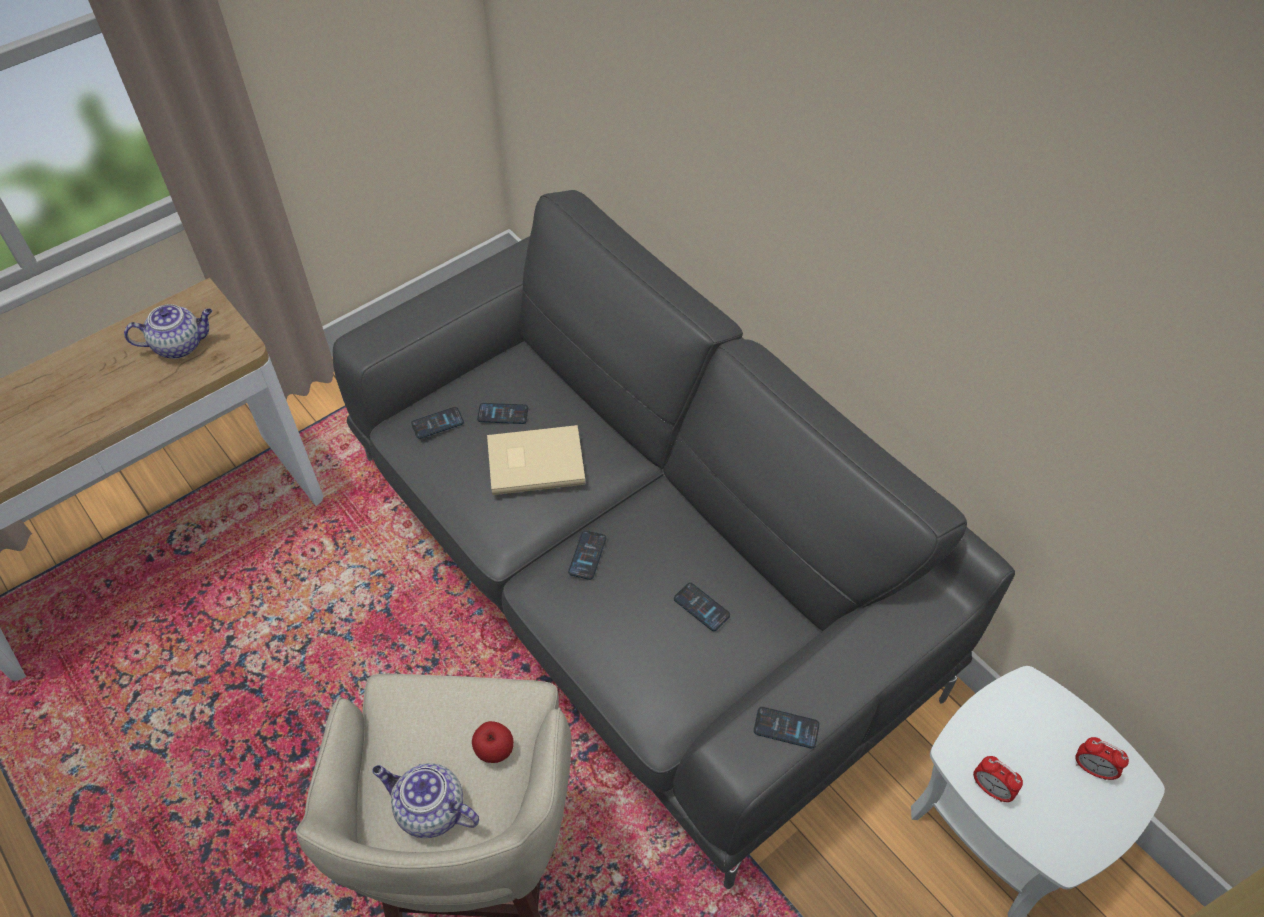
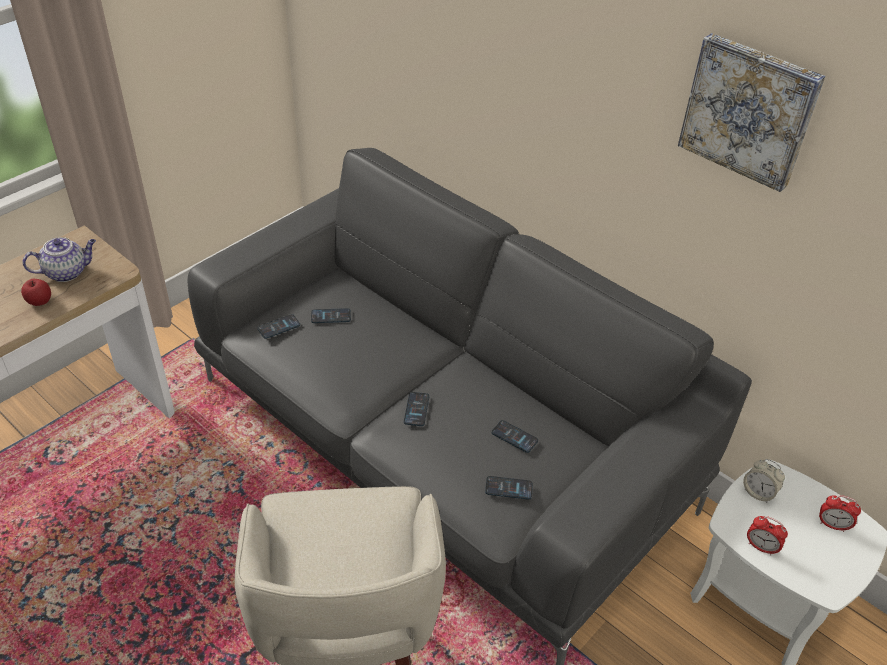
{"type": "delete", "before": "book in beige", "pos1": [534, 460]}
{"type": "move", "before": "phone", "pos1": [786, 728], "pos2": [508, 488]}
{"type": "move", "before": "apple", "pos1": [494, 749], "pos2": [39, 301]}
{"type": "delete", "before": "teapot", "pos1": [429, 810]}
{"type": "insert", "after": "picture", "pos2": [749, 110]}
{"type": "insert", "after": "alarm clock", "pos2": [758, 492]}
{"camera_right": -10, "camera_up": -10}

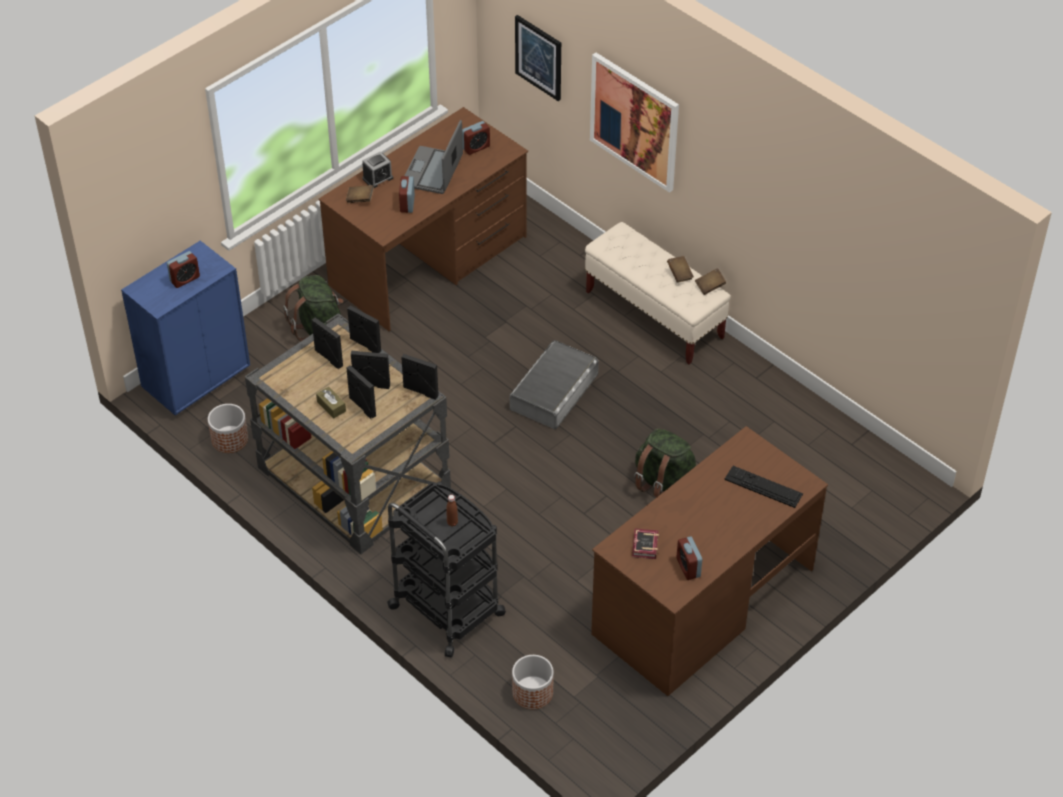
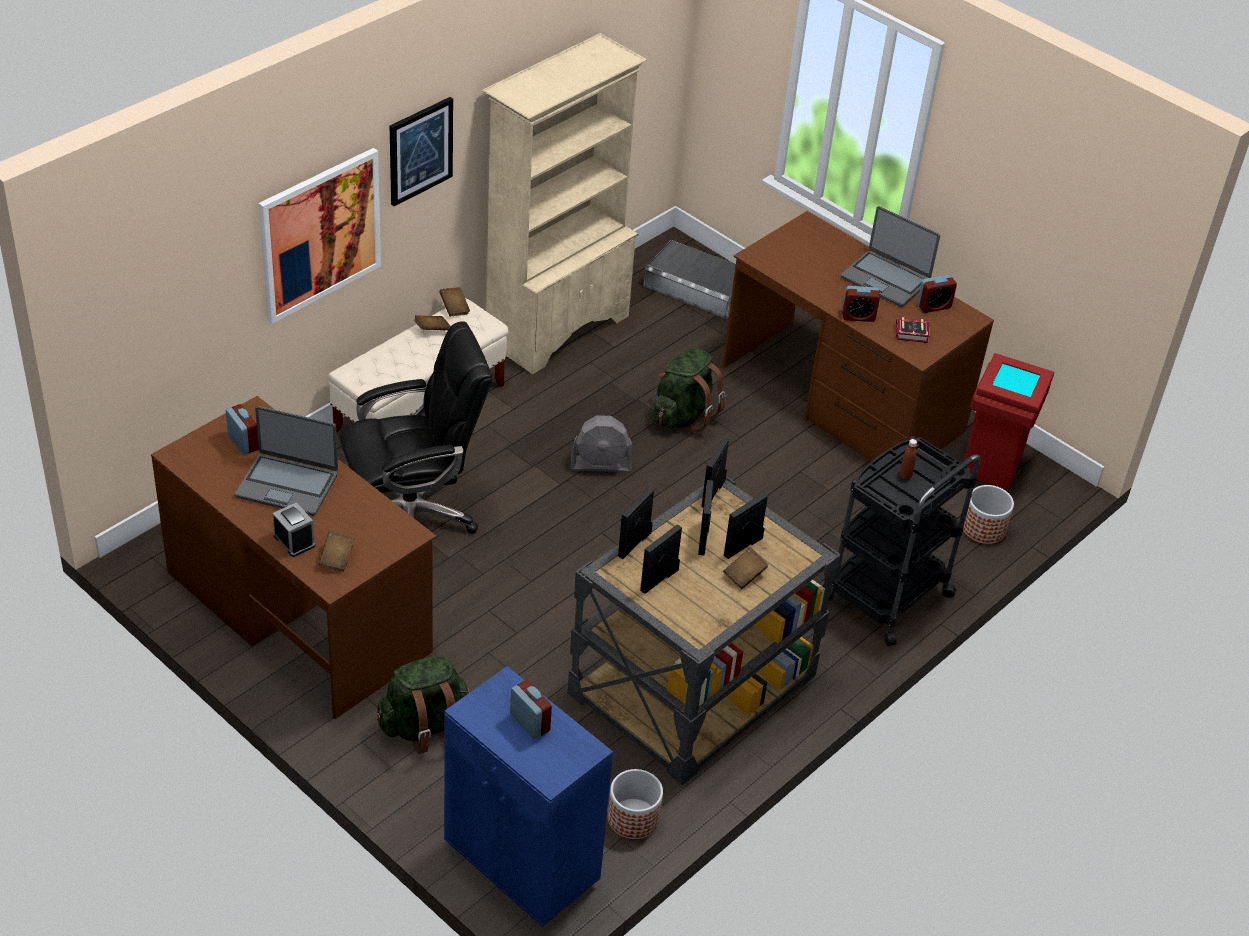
{"type": "move", "before": "picture", "pos1": [539, 57], "pos2": [420, 150]}
{"type": "move", "before": "alarm clock", "pos1": [407, 204], "pos2": [858, 316]}
{"type": "move", "before": "storage box in grey", "pos1": [554, 391], "pos2": [697, 288]}
{"type": "replace", "before": "tissue box in brown", "after": "book in brown", "pos1": [331, 406], "pos2": [744, 575]}
{"type": "delete", "before": "keyboard", "pos1": [763, 486]}
{"type": "insert", "after": "bookcase in beige", "pos2": [557, 327]}
{"type": "insert", "after": "laptop", "pos2": [885, 279]}
{"type": "insert", "after": "office chair in black", "pos2": [412, 514]}
{"type": "insert", "after": "trash can in red", "pos2": [991, 468]}
{"type": "insert", "after": "fan in grey", "pos2": [601, 464]}
{"camera_right": -95, "camera_up": -5}

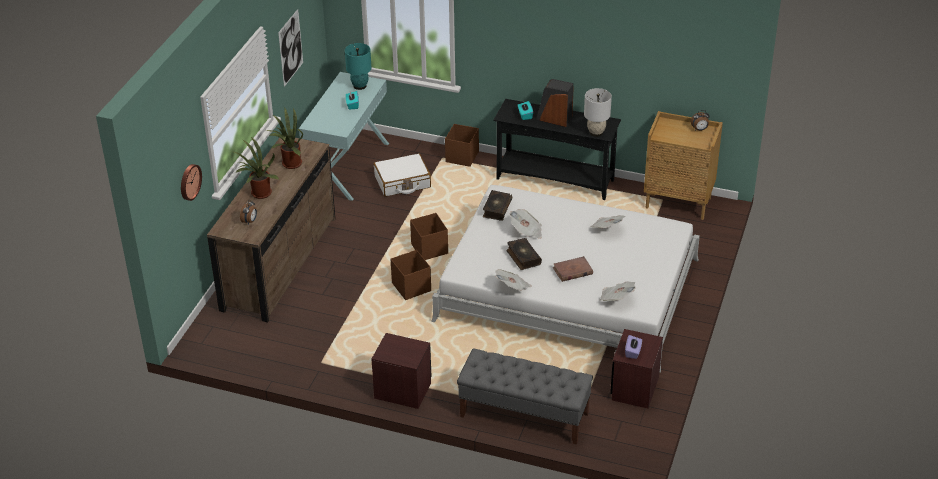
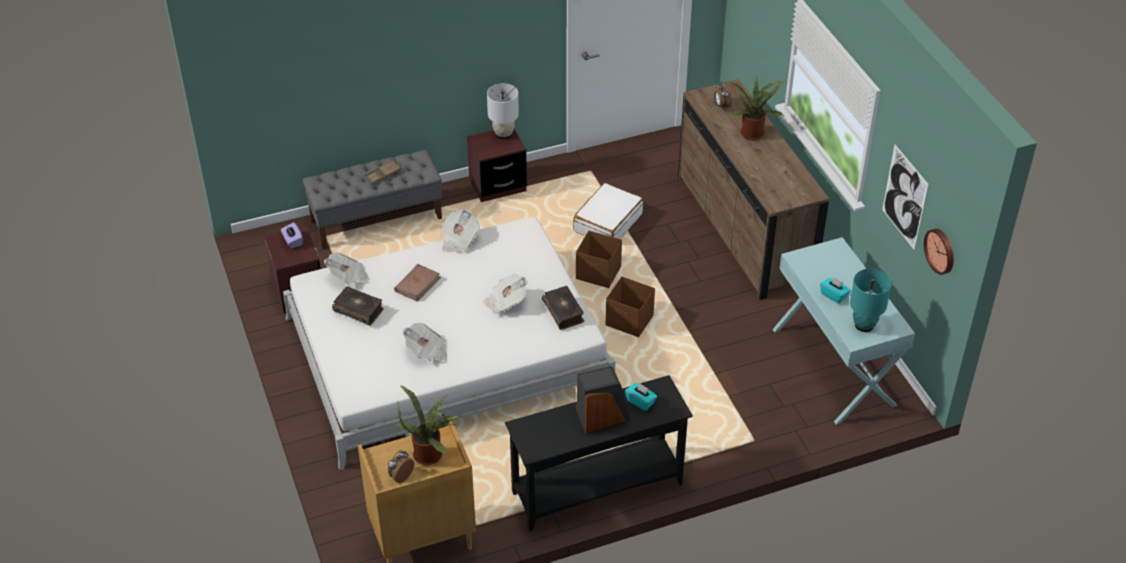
{"type": "move", "before": "table lamp in white", "pos1": [596, 132], "pos2": [503, 134]}
{"type": "move", "before": "potted plant", "pos1": [289, 164], "pos2": [430, 454]}
{"type": "delete", "before": "storage box in brown", "pos1": [461, 157]}
{"type": "move", "before": "suitcase in white", "pos1": [402, 182], "pos2": [607, 222]}
{"type": "move", "before": "wall clock", "pos1": [189, 182], "pos2": [941, 250]}
{"type": "move", "before": "book", "pos1": [523, 257], "pos2": [359, 310]}
{"type": "insert", "after": "tray in brown", "pos2": [383, 174]}
{"camera_right": 140, "camera_up": 5}

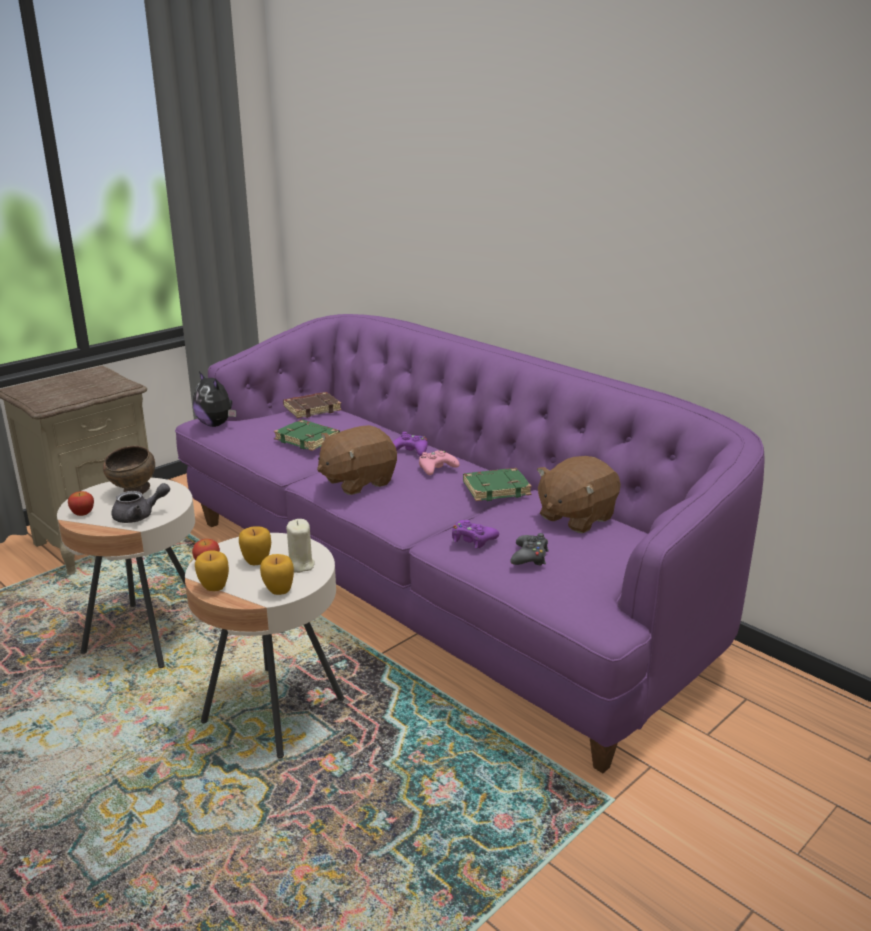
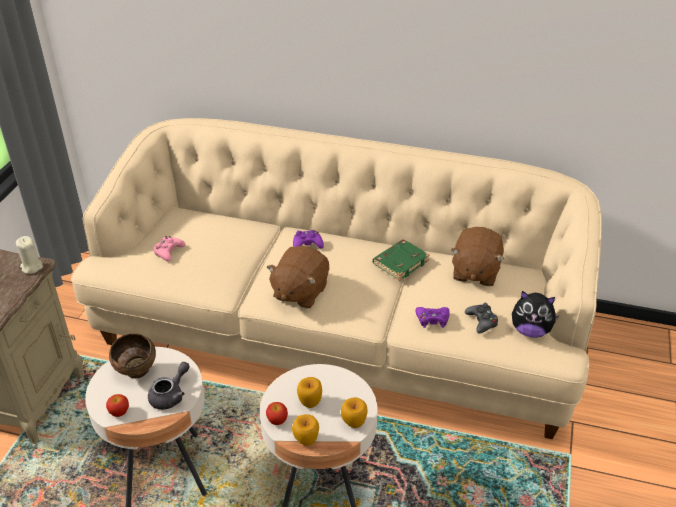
{"type": "recolor", "before": "sofa in purple", "after": "sofa in beige", "pos1": [435, 585], "pos2": [338, 334]}
{"type": "move", "before": "plush toy", "pos1": [216, 424], "pos2": [530, 331]}
{"type": "delete", "before": "book in brown", "pos1": [312, 409]}
{"type": "delete", "before": "book in green", "pos1": [308, 439]}
{"type": "move", "before": "game controller in pink", "pos1": [437, 468], "pos2": [168, 251]}
{"type": "move", "before": "candle in beige", "pos1": [300, 565], "pos2": [31, 267]}
{"camera_right": -30, "camera_up": 15}

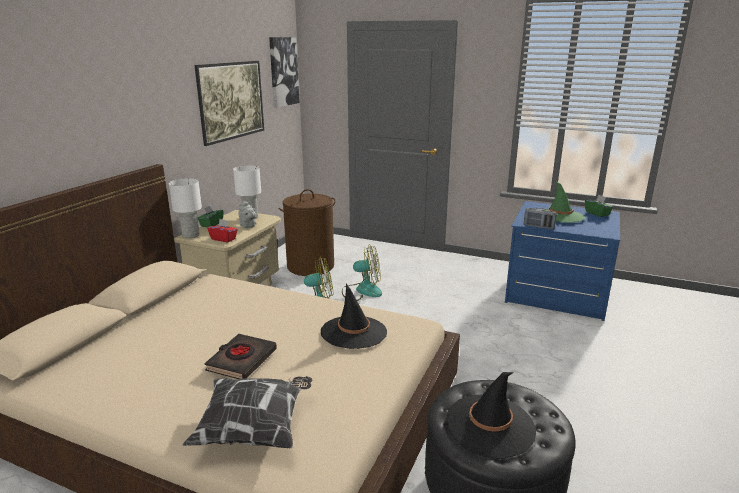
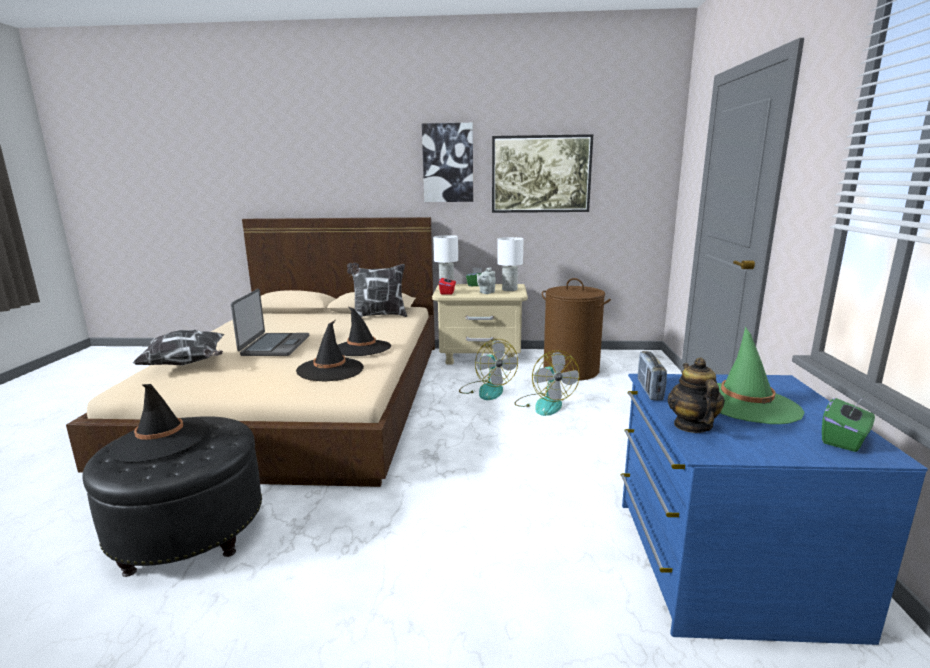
{"type": "move", "before": "picture", "pos1": [283, 71], "pos2": [448, 163]}
{"type": "replace", "before": "book in black", "after": "laptop", "pos1": [241, 360], "pos2": [274, 346]}
{"type": "insert", "after": "pillow", "pos2": [378, 316]}
{"type": "insert", "after": "hat in black", "pos2": [361, 348]}
{"type": "insert", "after": "teapot", "pos2": [692, 425]}
{"camera_right": 70, "camera_up": -5}

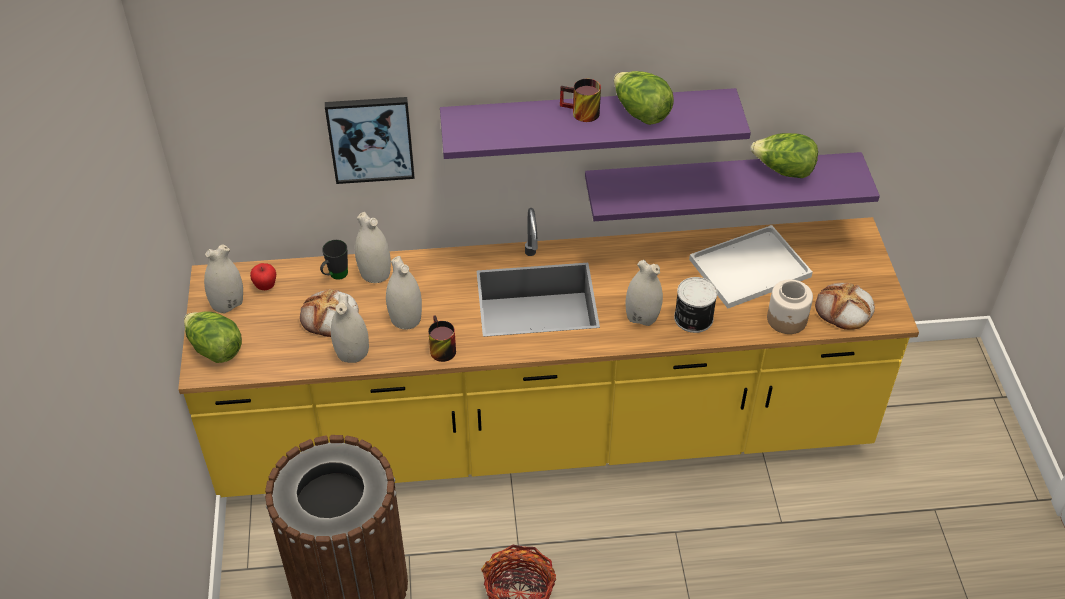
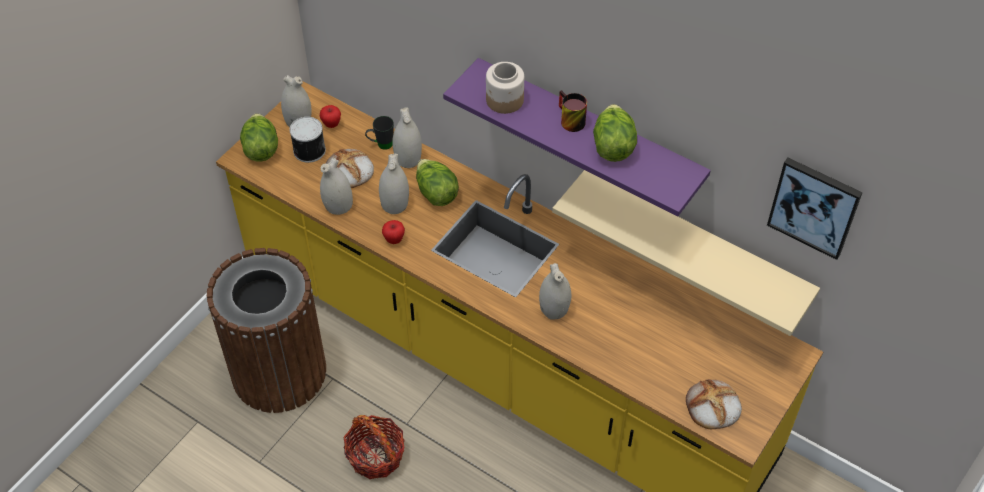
{"type": "move", "before": "picture", "pos1": [370, 138], "pos2": [814, 206]}
{"type": "move", "before": "lettuce", "pos1": [783, 171], "pos2": [436, 193]}
{"type": "recolor", "before": "shelf in purple", "after": "shelf in beige", "pos1": [721, 183], "pos2": [694, 244]}
{"type": "delete", "before": "tray in white", "pos1": [751, 266]}
{"type": "move", "before": "can", "pos1": [692, 318], "pos2": [308, 150]}
{"type": "move", "before": "jar", "pos1": [787, 319], "pos2": [504, 100]}
{"type": "replace", "before": "mug", "after": "apple", "pos1": [439, 348], "pos2": [394, 240]}
{"camera_right": 40, "camera_up": 5}

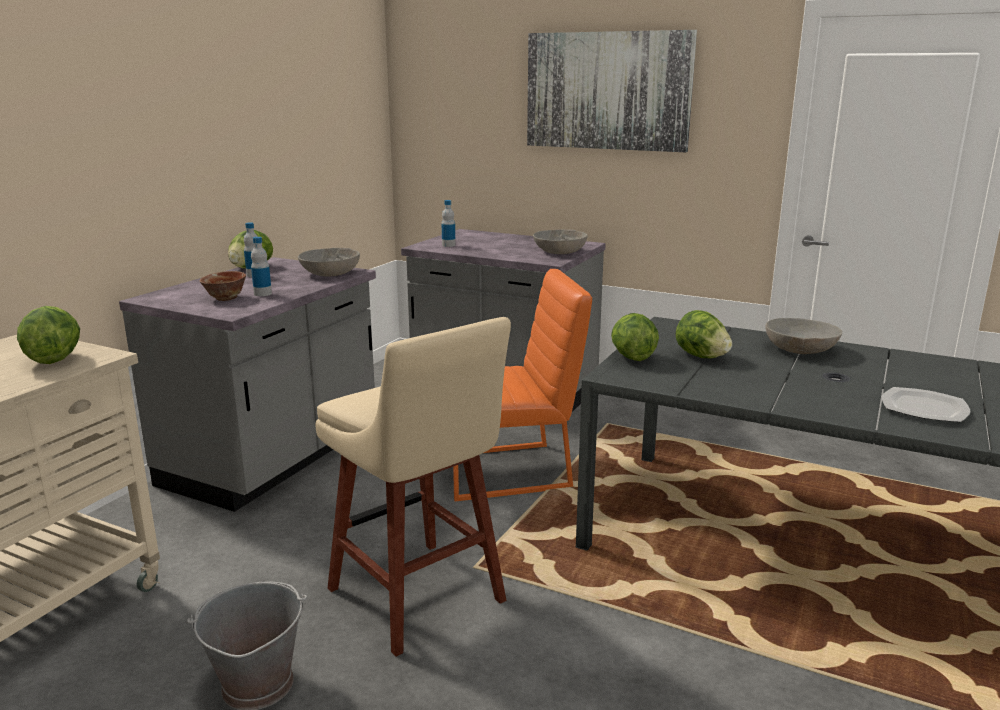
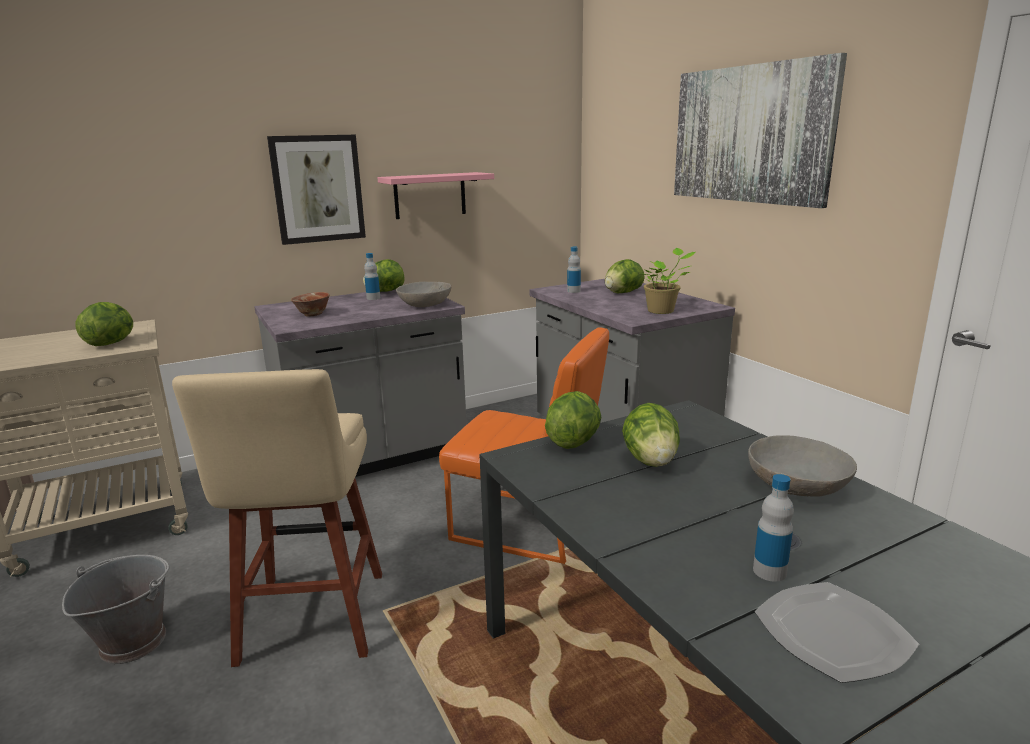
{"type": "replace", "before": "bowl in grey", "after": "potted plant", "pos1": [559, 252], "pos2": [663, 311]}
{"type": "move", "before": "bottle", "pos1": [262, 294], "pos2": [769, 571]}
{"type": "insert", "after": "picture", "pos2": [318, 189]}
{"type": "insert", "after": "shelf in pink", "pos2": [430, 195]}
{"type": "insert", "after": "lettuce", "pos2": [622, 293]}
{"camera_right": 35, "camera_up": 0}

